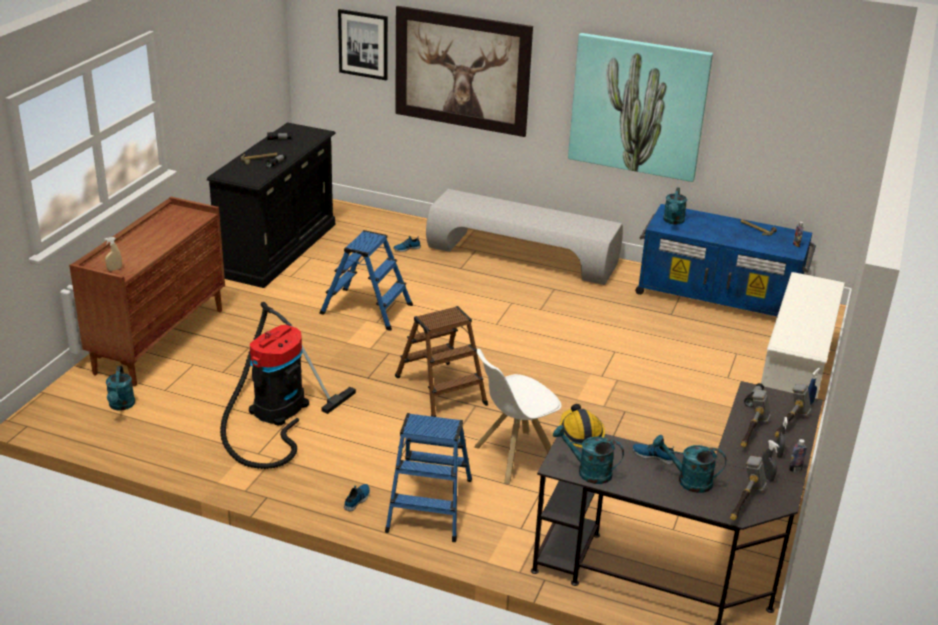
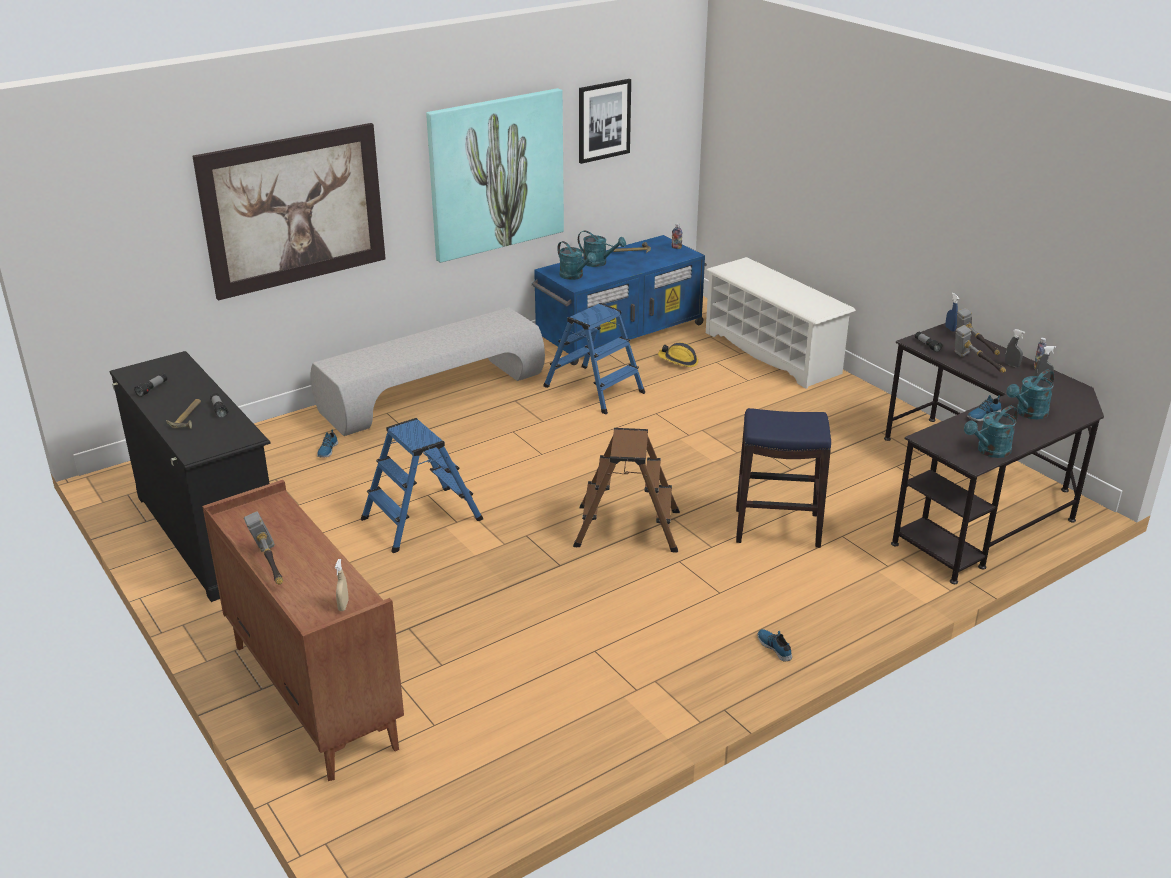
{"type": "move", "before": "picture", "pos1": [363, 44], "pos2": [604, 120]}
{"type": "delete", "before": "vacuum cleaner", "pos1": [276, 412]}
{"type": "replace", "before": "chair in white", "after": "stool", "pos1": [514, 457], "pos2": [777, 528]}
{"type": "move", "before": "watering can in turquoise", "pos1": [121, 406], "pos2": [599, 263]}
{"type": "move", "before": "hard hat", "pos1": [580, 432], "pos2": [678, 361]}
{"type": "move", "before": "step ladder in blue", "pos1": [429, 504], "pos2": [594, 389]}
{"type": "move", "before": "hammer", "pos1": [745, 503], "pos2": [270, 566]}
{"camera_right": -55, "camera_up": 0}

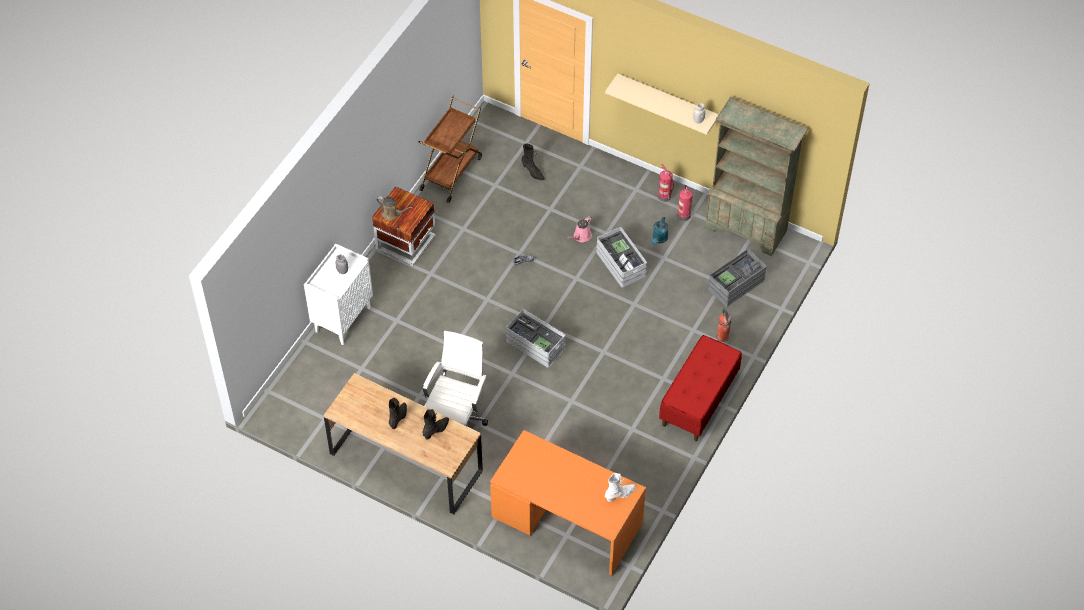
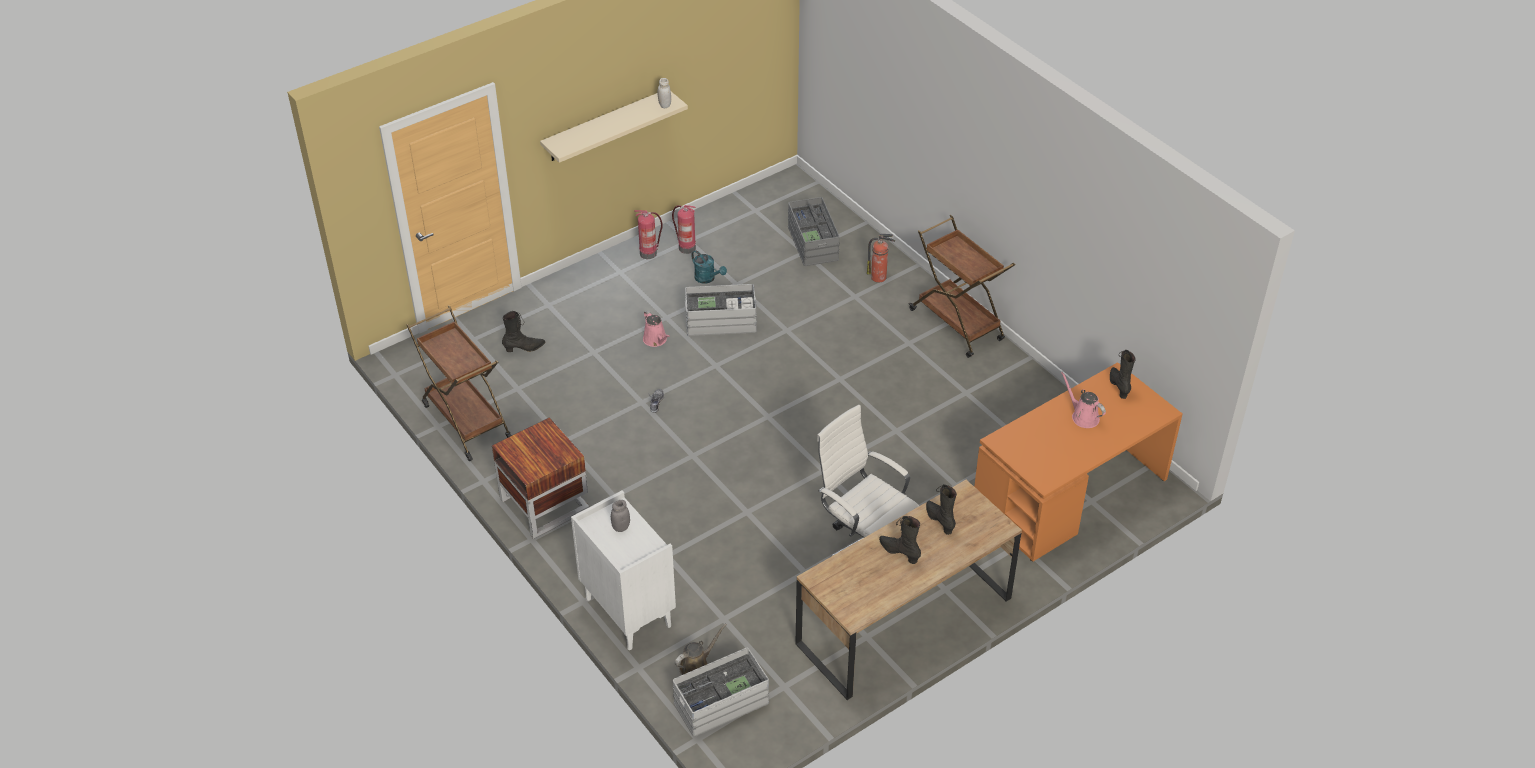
{"type": "delete", "before": "bookcase in green", "pos1": [746, 229]}
{"type": "move", "before": "watering can in brown", "pos1": [392, 213], "pos2": [696, 665]}
{"type": "move", "before": "storage box in grey", "pos1": [535, 345], "pos2": [721, 703]}
{"type": "replace", "before": "bench in red", "after": "cart in brown", "pos1": [699, 401], "pos2": [956, 325]}
{"type": "recolor", "before": "boot in white", "after": "boot in black", "pos1": [620, 495], "pos2": [1119, 386]}
{"type": "insert", "after": "watering can in pink", "pos2": [1083, 416]}
{"camera_right": -65, "camera_up": -10}

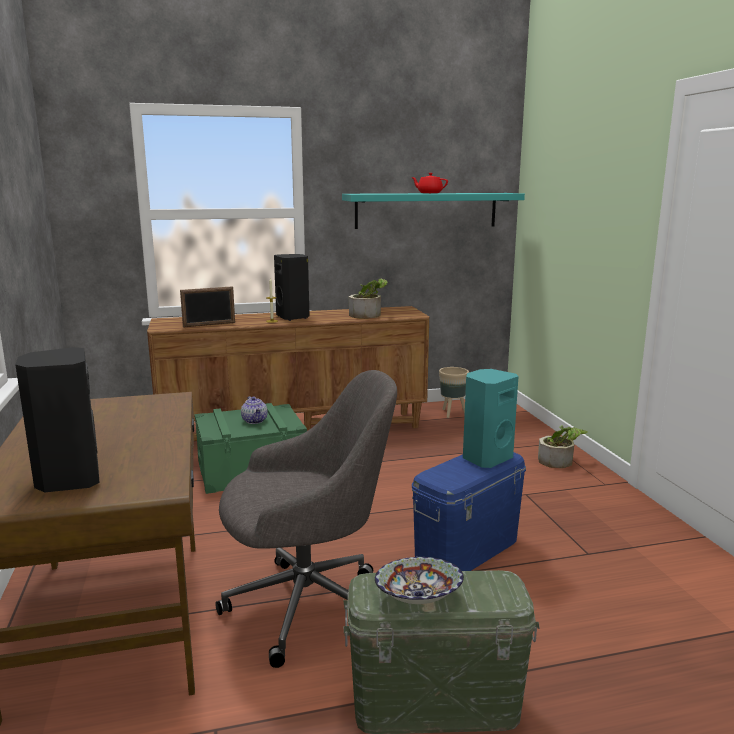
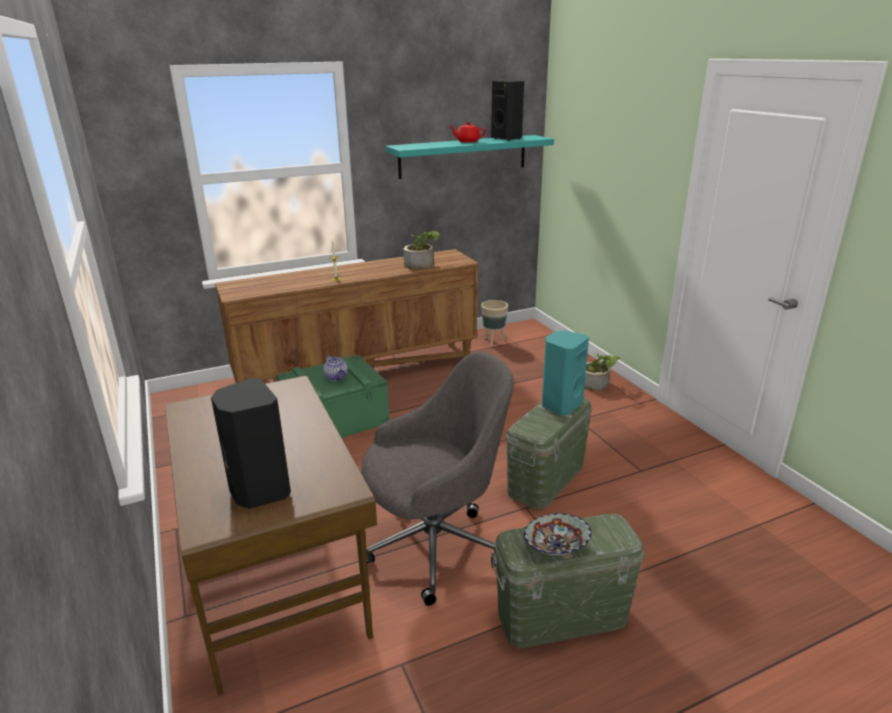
{"type": "move", "before": "speaker in black", "pos1": [293, 317], "pos2": [507, 139]}
{"type": "delete", "before": "picture frame", "pos1": [209, 325]}
{"type": "recolor", "before": "storage box in blue", "after": "storage box in green", "pos1": [466, 549], "pos2": [546, 478]}
{"camera_right": -10, "camera_up": 10}

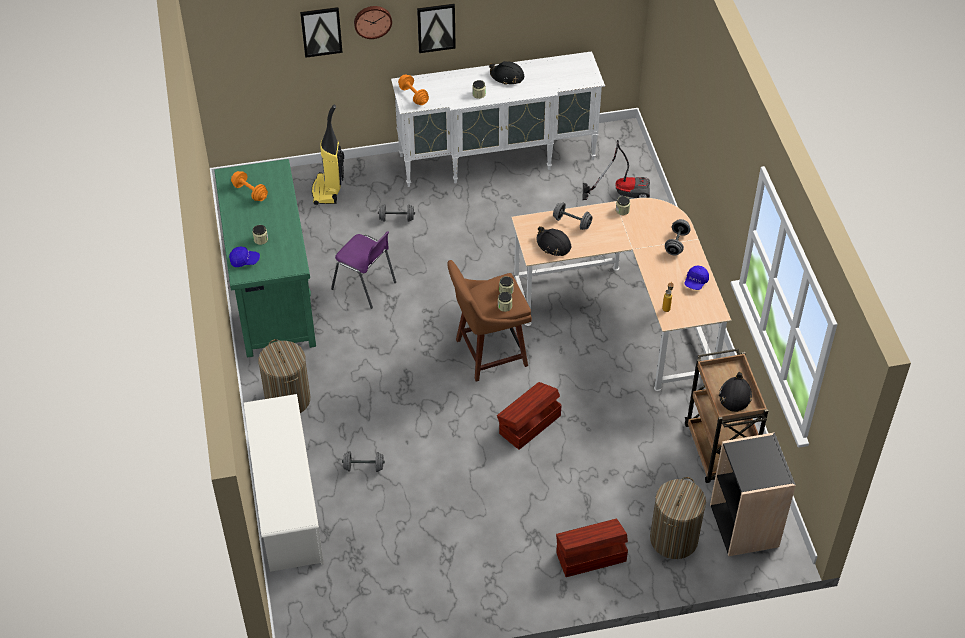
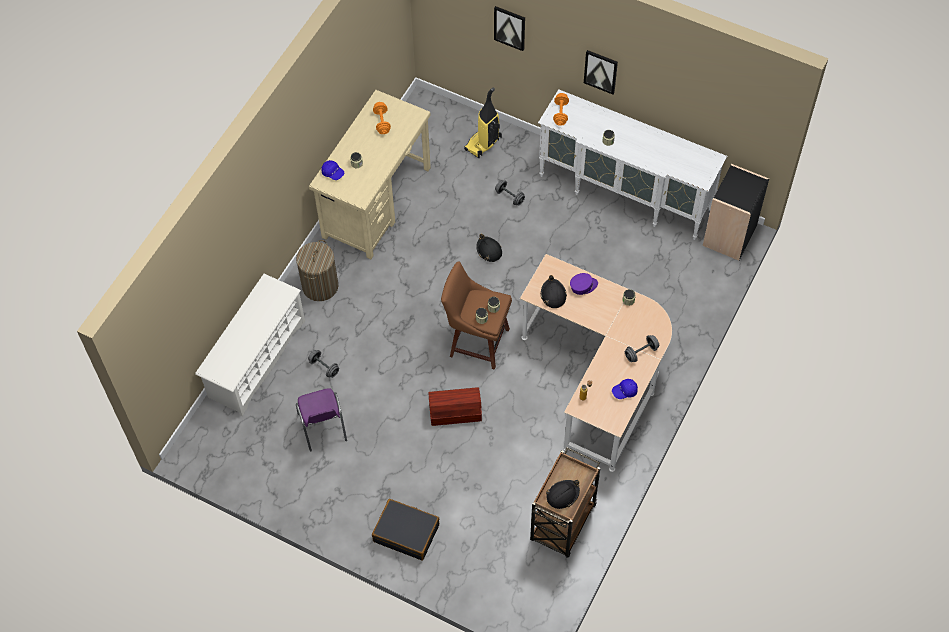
{"type": "delete", "before": "wall clock", "pos1": [372, 21]}
{"type": "move", "before": "hard hat in black", "pos1": [507, 77], "pos2": [489, 250]}
{"type": "delete", "before": "vacuum cleaner", "pos1": [622, 191]}
{"type": "recolor", "before": "desk in green", "after": "desk in beige", "pos1": [271, 295], "pos2": [376, 202]}
{"type": "replace", "before": "dumbbell in grey", "after": "cap in purple", "pos1": [572, 222], "pos2": [583, 286]}
{"type": "move", "before": "chair in purple", "pos1": [365, 286], "pos2": [323, 428]}
{"type": "move", "before": "bookcase in black", "pos1": [745, 526], "pos2": [730, 236]}
{"type": "delete", "before": "laundry basket", "pos1": [674, 539]}
{"type": "replace", "before": "storage box in brown", "after": "suitcase in black", "pos1": [590, 556], "pos2": [406, 533]}
{"camera_right": 40, "camera_up": 10}

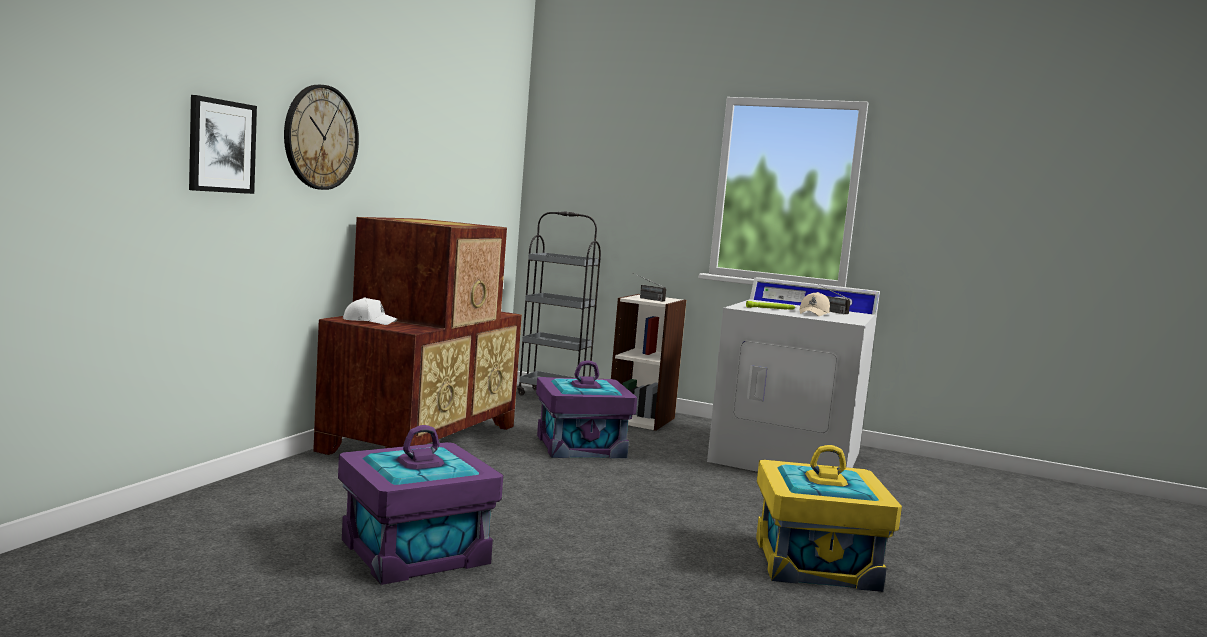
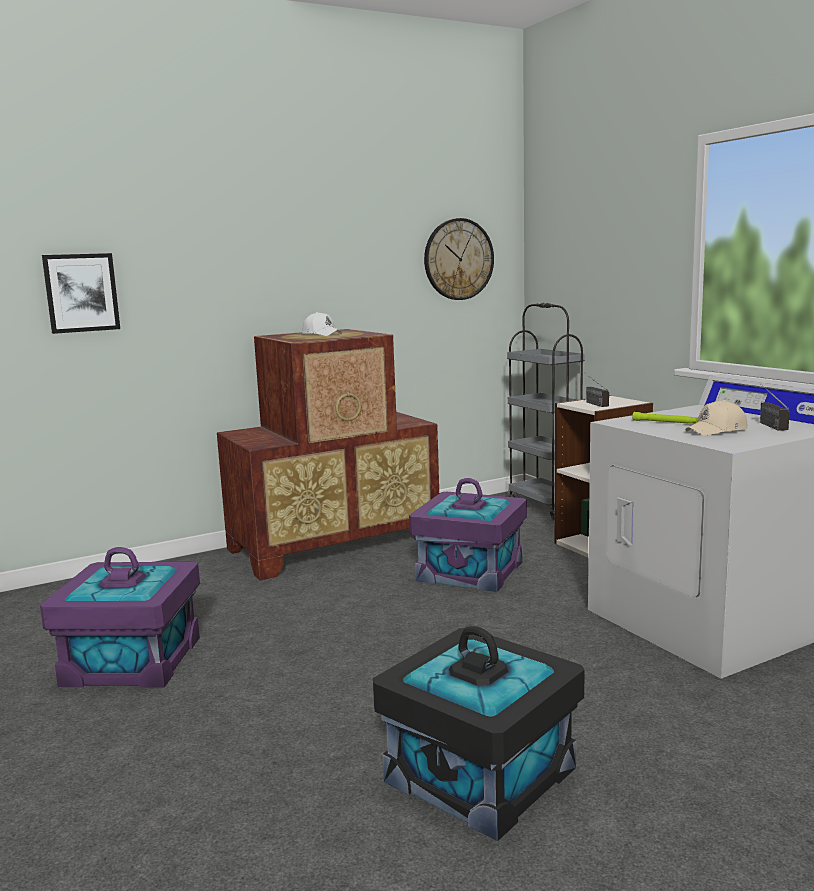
{"type": "move", "before": "wall clock", "pos1": [321, 137], "pos2": [458, 259]}
{"type": "move", "before": "cap in white", "pos1": [369, 321], "pos2": [322, 334]}
{"type": "recolor", "before": "storage box in yellow", "after": "storage box in black", "pos1": [815, 563], "pos2": [481, 774]}
{"camera_right": 40, "camera_up": 5}

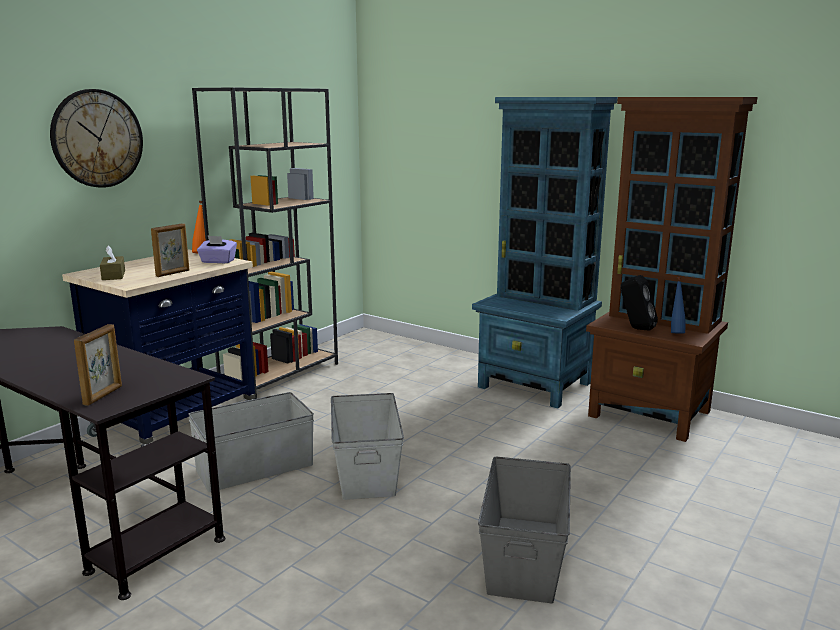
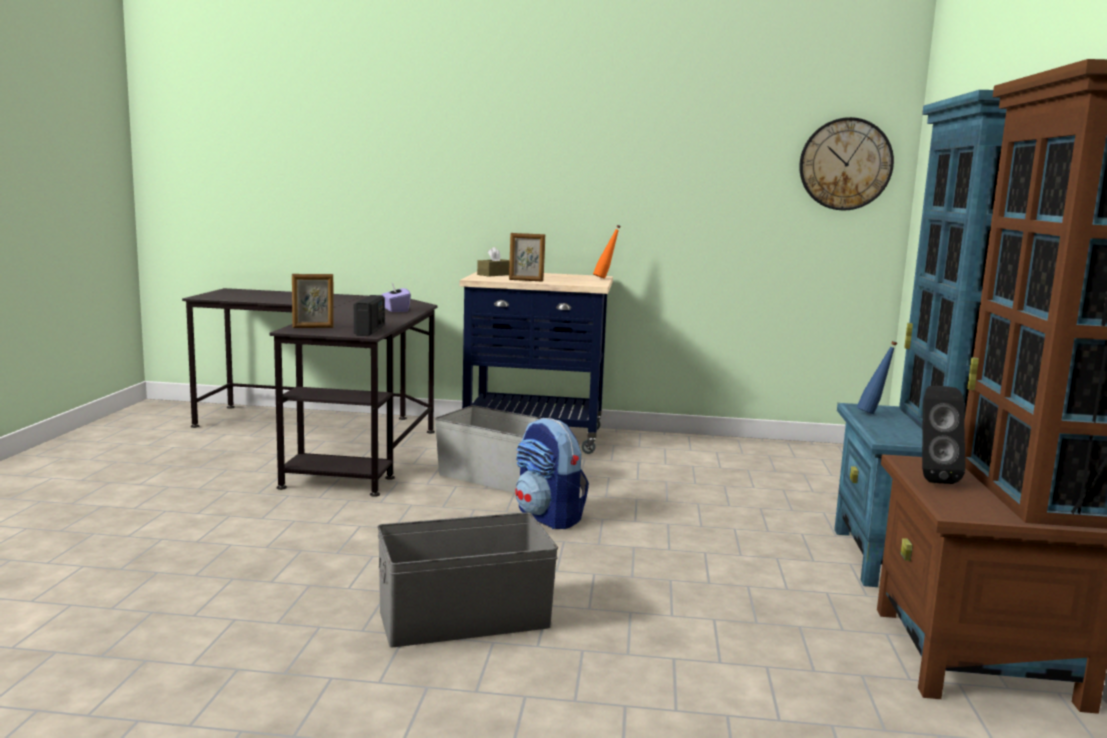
{"type": "delete", "before": "bookcase", "pos1": [280, 374]}
{"type": "move", "before": "wall clock", "pos1": [97, 138], "pos2": [845, 164]}
{"type": "move", "before": "tissue box in purple", "pos1": [218, 261], "pos2": [395, 310]}
{"type": "move", "before": "bottle in blue", "pos1": [676, 332], "pos2": [873, 413]}
{"type": "replace", "before": "storage box in grey", "after": "backpack", "pos1": [367, 469], "pos2": [549, 517]}
{"type": "insert", "after": "radio", "pos2": [370, 331]}
{"camera_right": 60, "camera_up": -5}

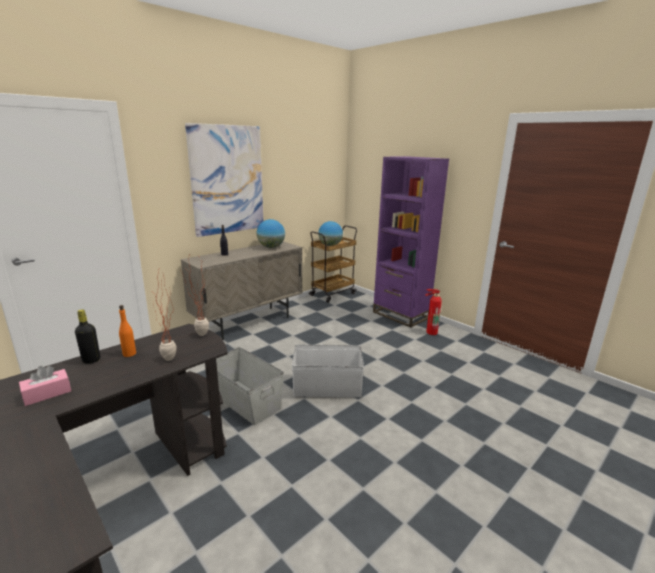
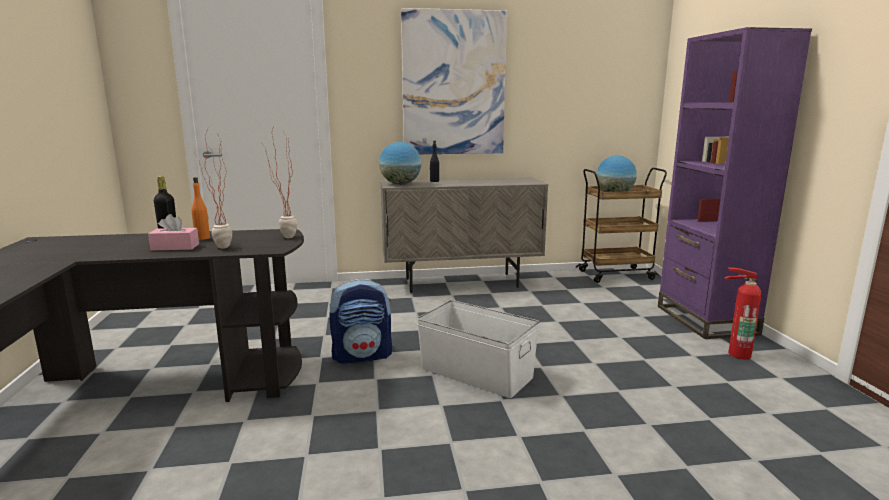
{"type": "move", "before": "globe", "pos1": [271, 247], "pos2": [400, 184]}
{"type": "replace", "before": "storage box in grey", "after": "backpack", "pos1": [245, 400], "pos2": [362, 355]}
{"type": "move", "before": "tissue box in pink", "pos1": [47, 393], "pos2": [175, 247]}
{"camera_right": 35, "camera_up": -5}

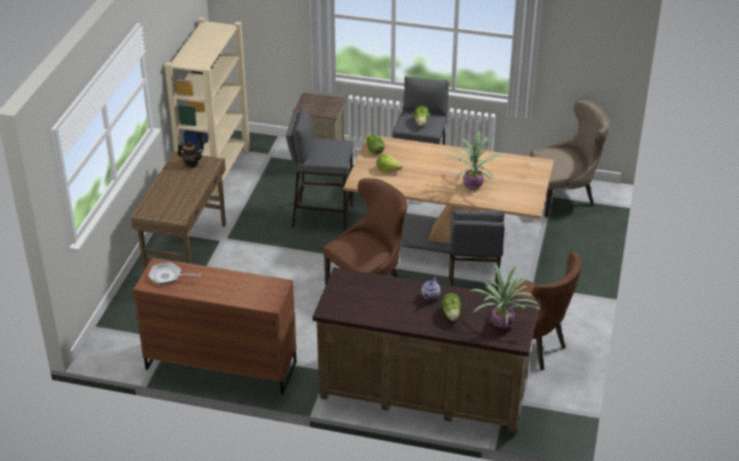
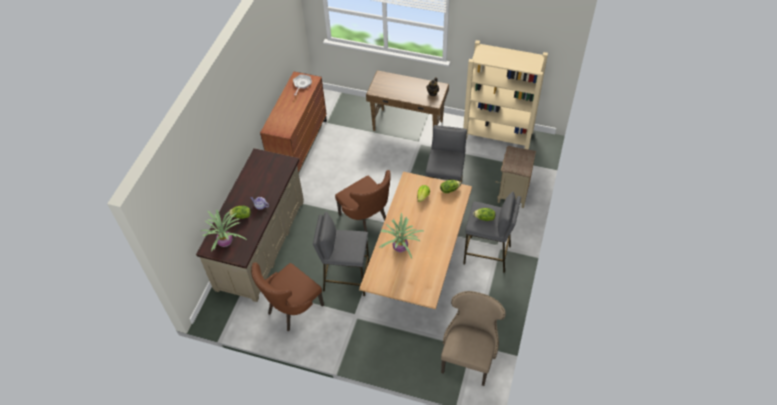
{"type": "rotate", "before": "chair in beige", "pos1": [564, 198], "pos2": [469, 356], "turn": -150}
{"camera_right": 95, "camera_up": 15}

